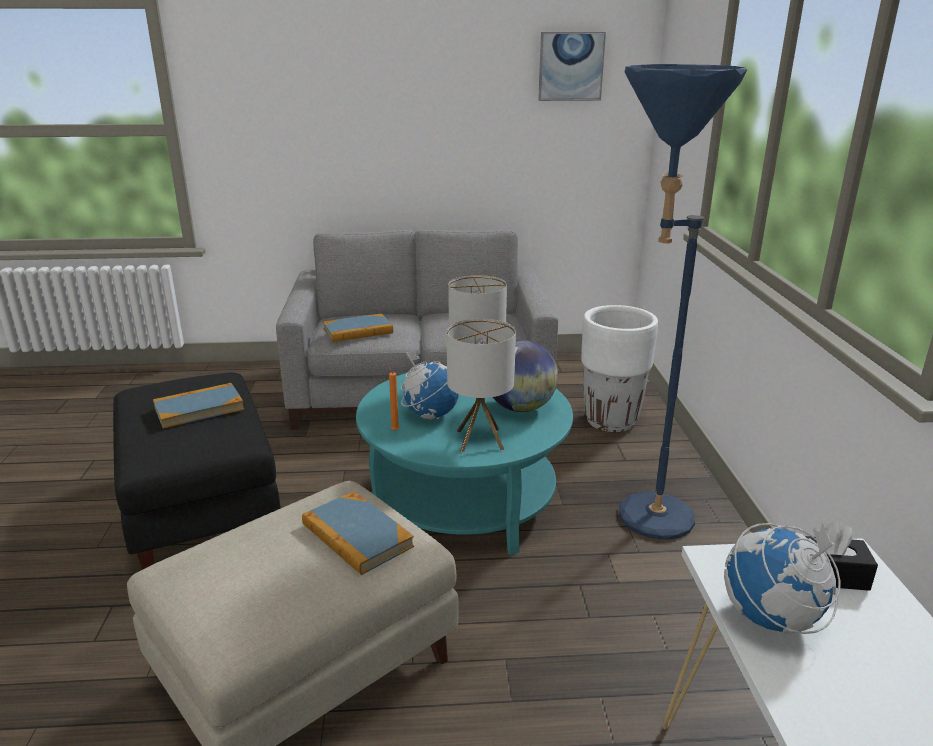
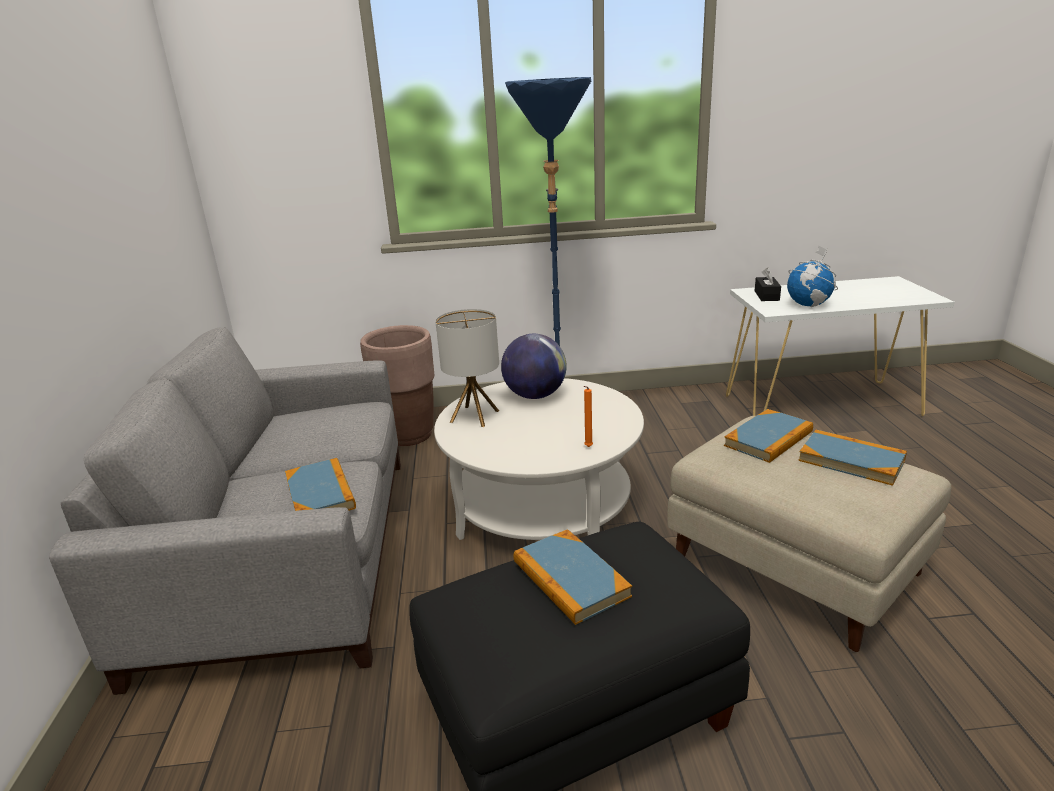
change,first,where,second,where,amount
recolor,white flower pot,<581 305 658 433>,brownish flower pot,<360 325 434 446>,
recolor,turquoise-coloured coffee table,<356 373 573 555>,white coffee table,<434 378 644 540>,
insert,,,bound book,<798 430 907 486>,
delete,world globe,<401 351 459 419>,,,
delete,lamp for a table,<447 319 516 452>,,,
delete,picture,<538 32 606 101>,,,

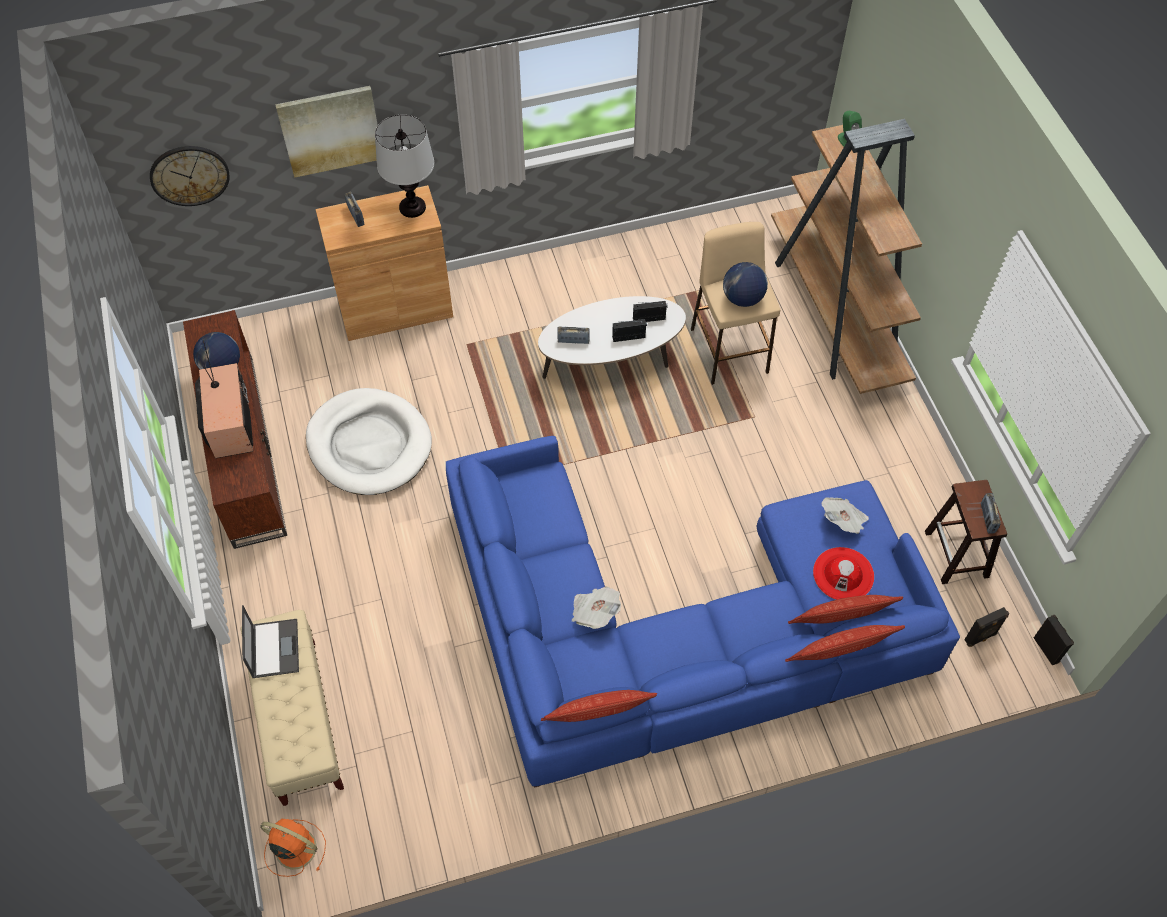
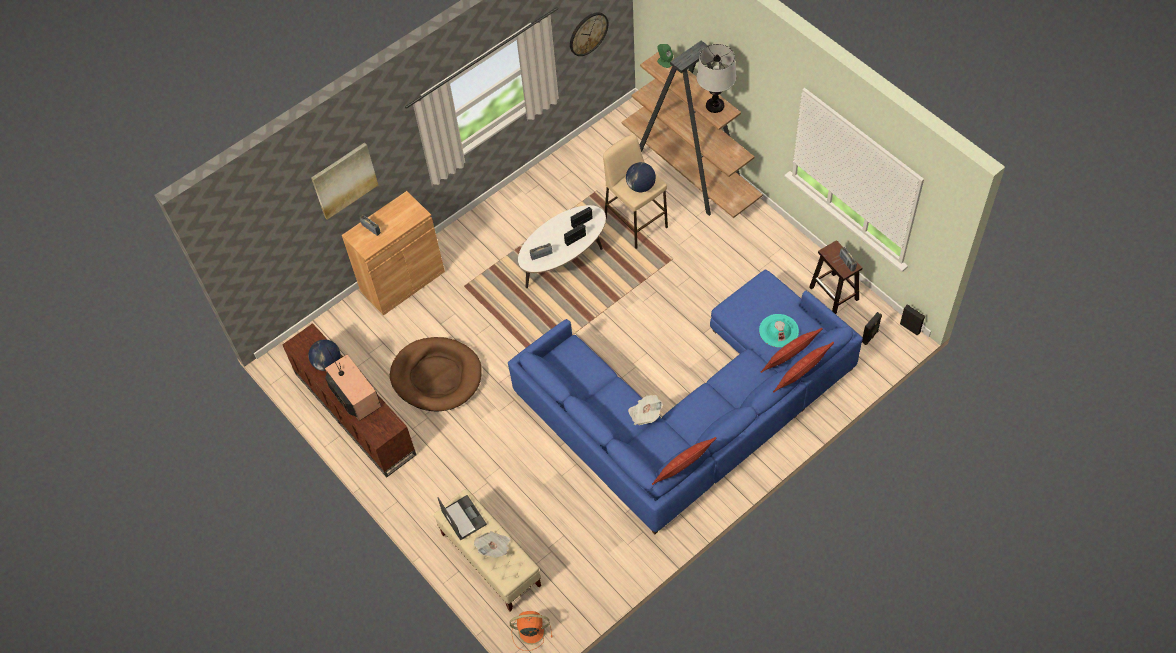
change,first,where,second,where,amount
recolor,white pet bed,<306 388 432 495>,brownish pet bed,<390 337 482 412>,
move,printed paper,<822 497 869 534>,,<474 531 511 558>,
move,clock on the wall,<150 146 230 206>,,<570 12 608 56>,
move,lamp for a table,<375 115 434 218>,,<696 44 736 113>,
recolor,red-coloured wearable hat,<813 547 874 600>,turquoise-coloured wearable hat,<759 314 799 348>,

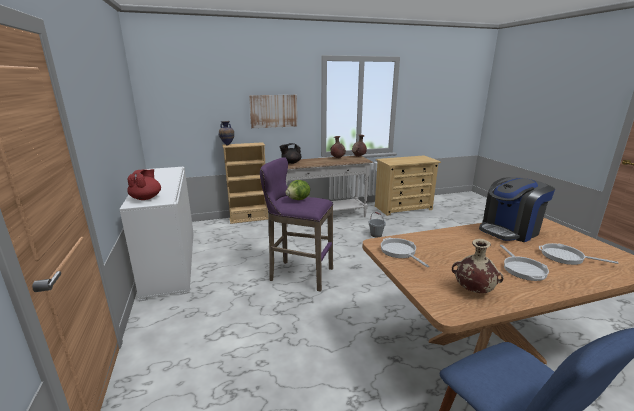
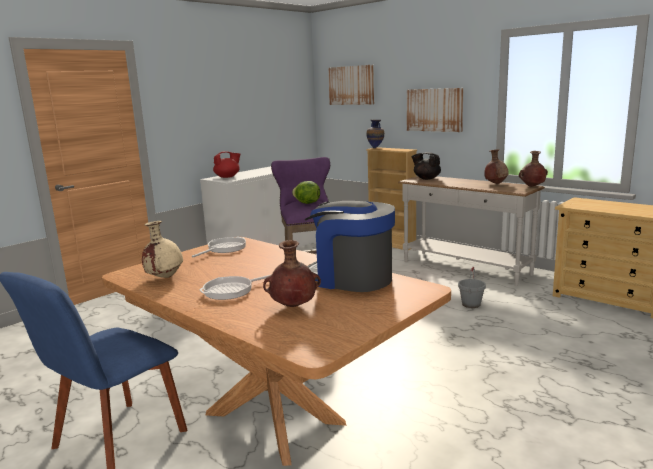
change,first,where,second,where,amount
replace,skillet,<539 243 618 265>,brownish vase,<263 240 321 307>,
insert,,,picture,<328 65 374 105>,

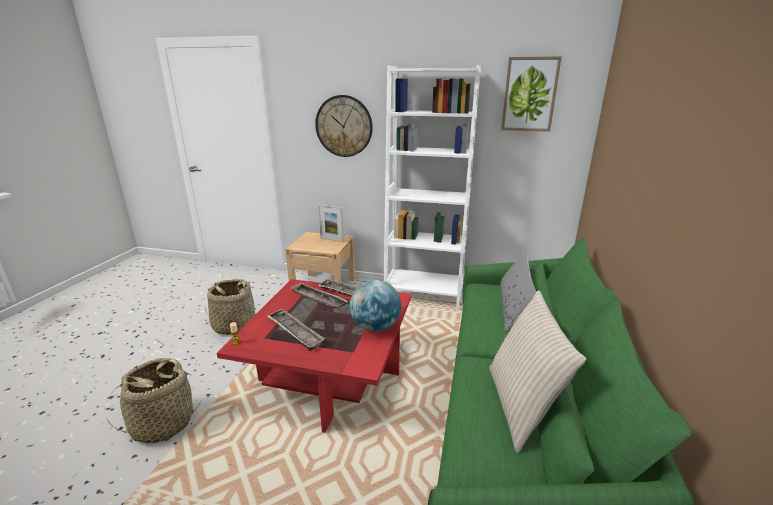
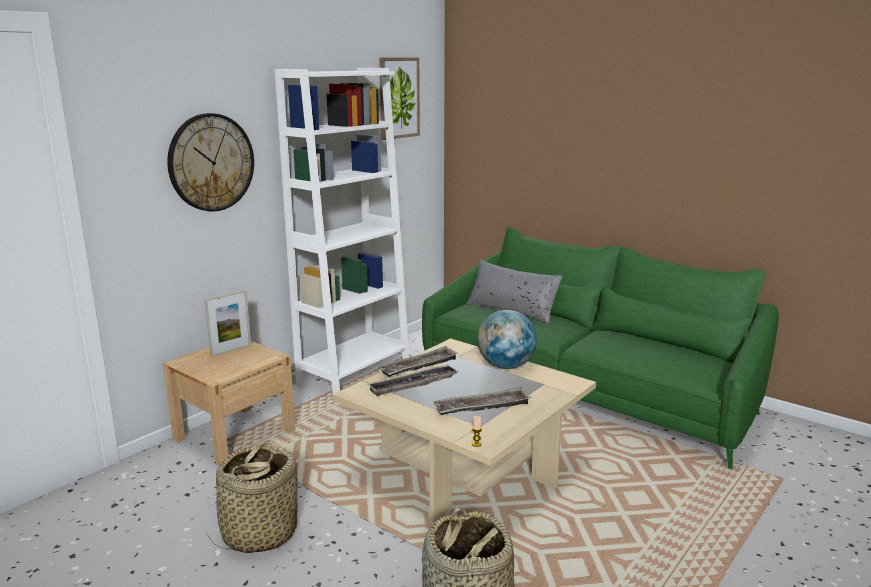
change,first,where,second,where,amount
recolor,red-coloured coffee table,<217 279 411 433>,beige-coloured coffee table,<333 338 596 522>,
delete,beige-coloured throw pillow,<489 290 586 453>,,,

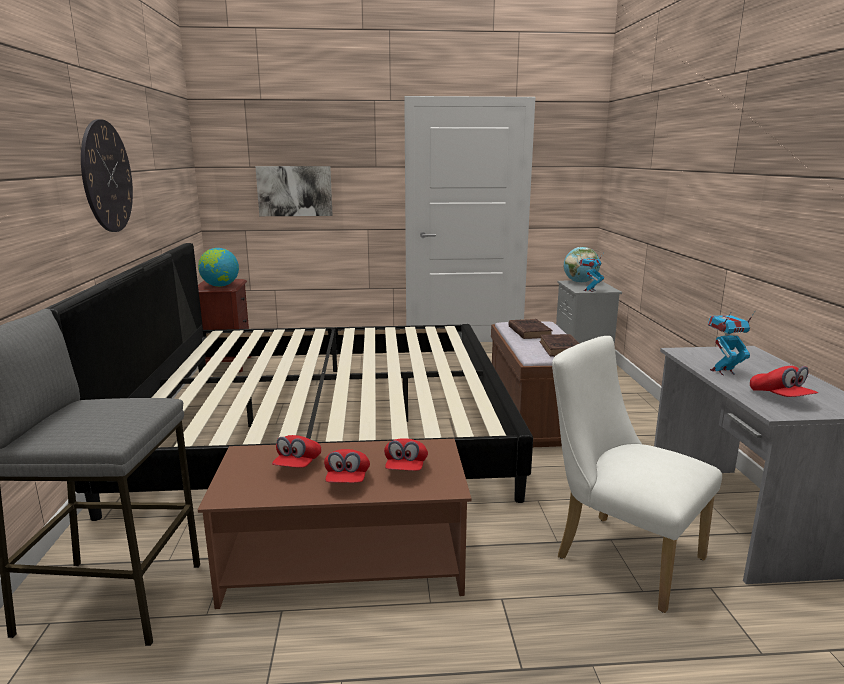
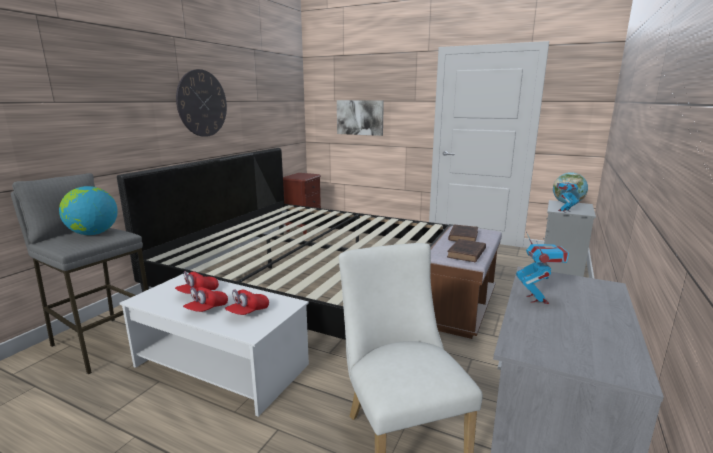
change,first,where,second,where,amount
move,world globe,<198 248 239 287>,,<59 186 118 235>,
recolor,brownish coffee table,<198 439 471 609>,white coffee table,<120 273 309 417>,
rotate,toy robot,<708 310 756 376>,,<516 232 569 304>,75 degrees clockwise
delete,red-coloured cap,<750 366 818 397>,,,

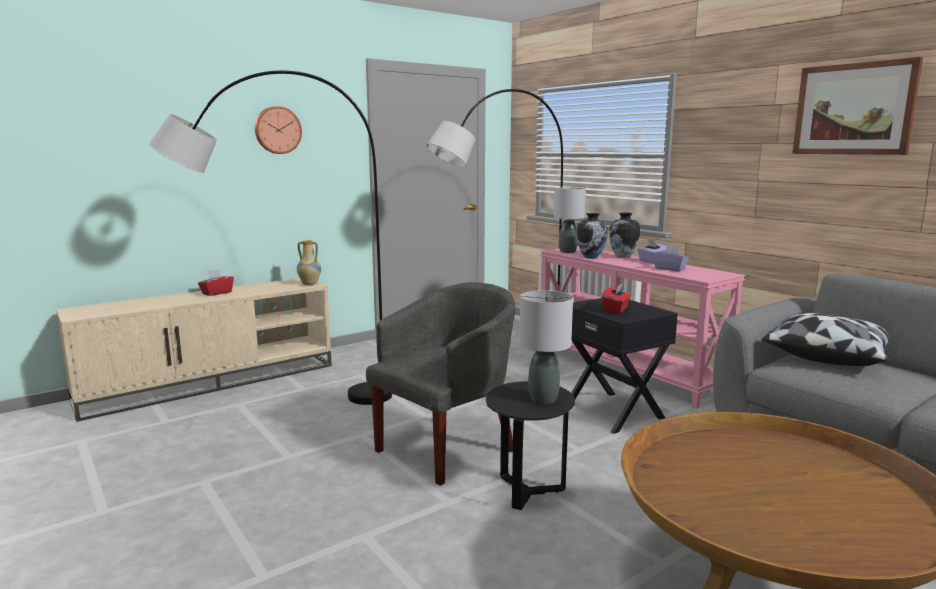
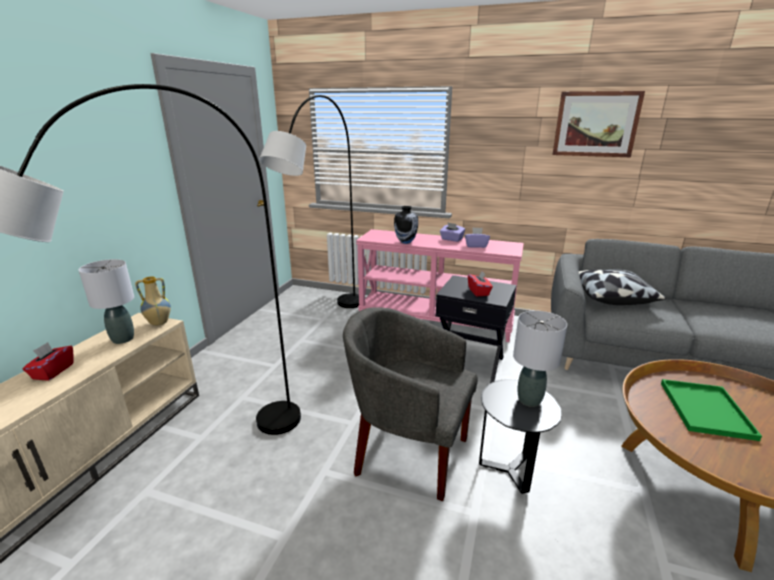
change,first,where,second,where,amount
move,greyish lamp for a table,<554 187 586 253>,,<79 259 134 344>,
rotate,greyish armchair,<366 282 515 486>,,<343 307 478 501>,75 degrees counterclockwise
insert,,,green carrying tray,<661 379 762 441>,
delete,clock on the wall,<255 106 302 154>,,,
delete,vase,<609 212 640 258>,,,

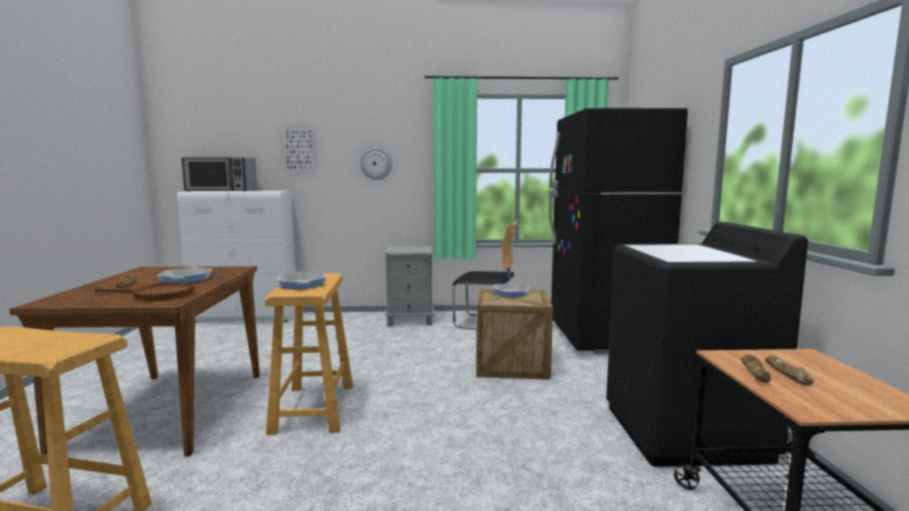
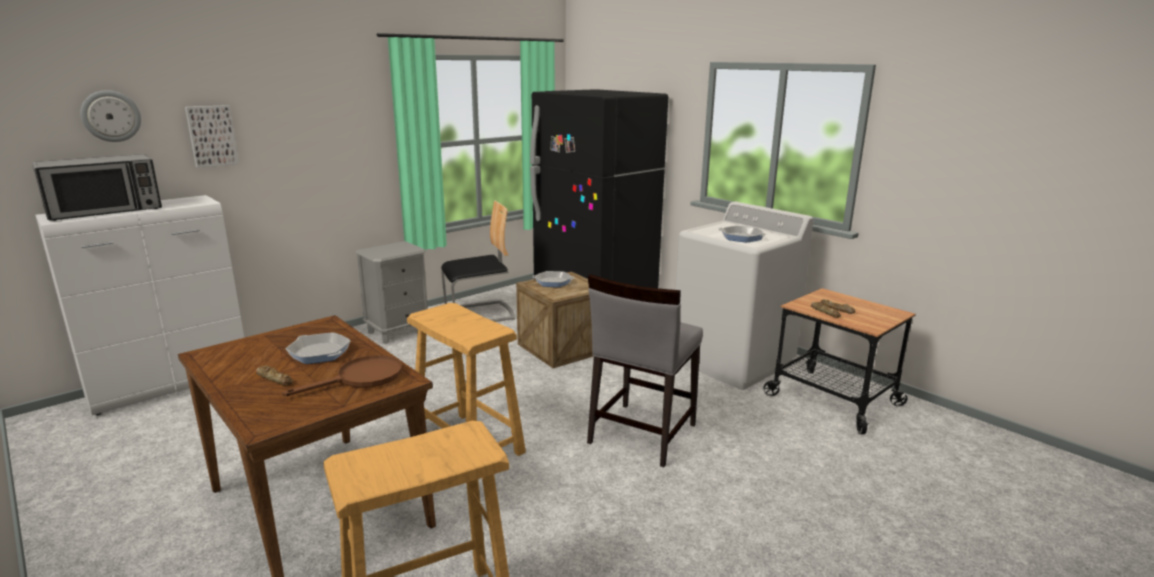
change,first,where,second,where,amount
move,clock on the wall,<360 148 392 180>,,<80 90 141 142>,
insert,,,greyish chair,<587 274 703 467>,
recolor,black-coloured washing machine,<606 222 808 467>,white washing machine,<675 202 814 390>,
move,skillet,<277 272 326 289>,,<718 226 767 242>,

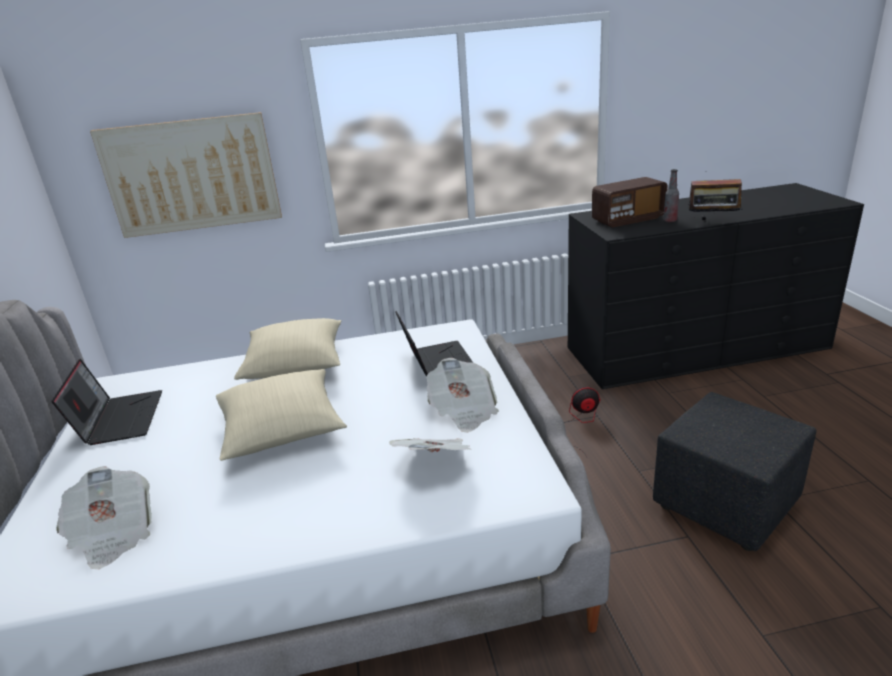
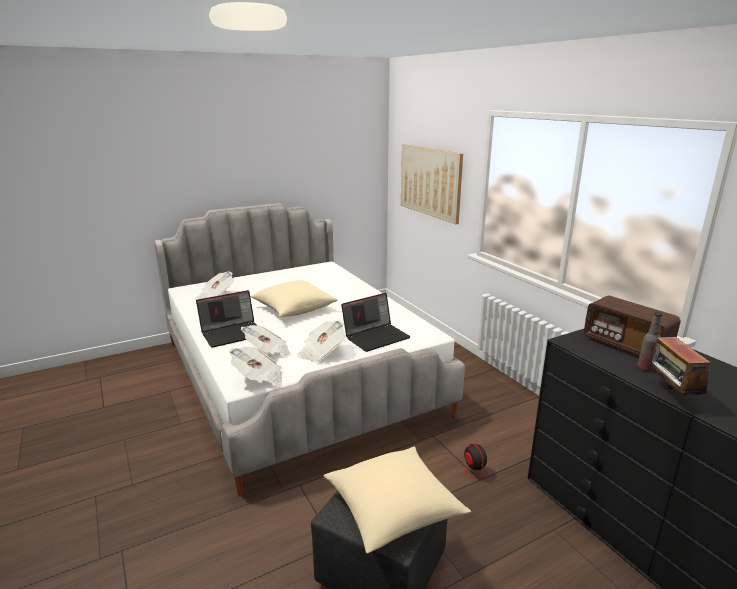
change,first,where,second,where,amount
move,laptop,<52 359 162 445>,,<196 290 257 348>,
insert,,,printed paper,<229 347 282 385>,
move,beige-coloured throw pillow,<234 318 341 380>,,<323 446 471 554>,

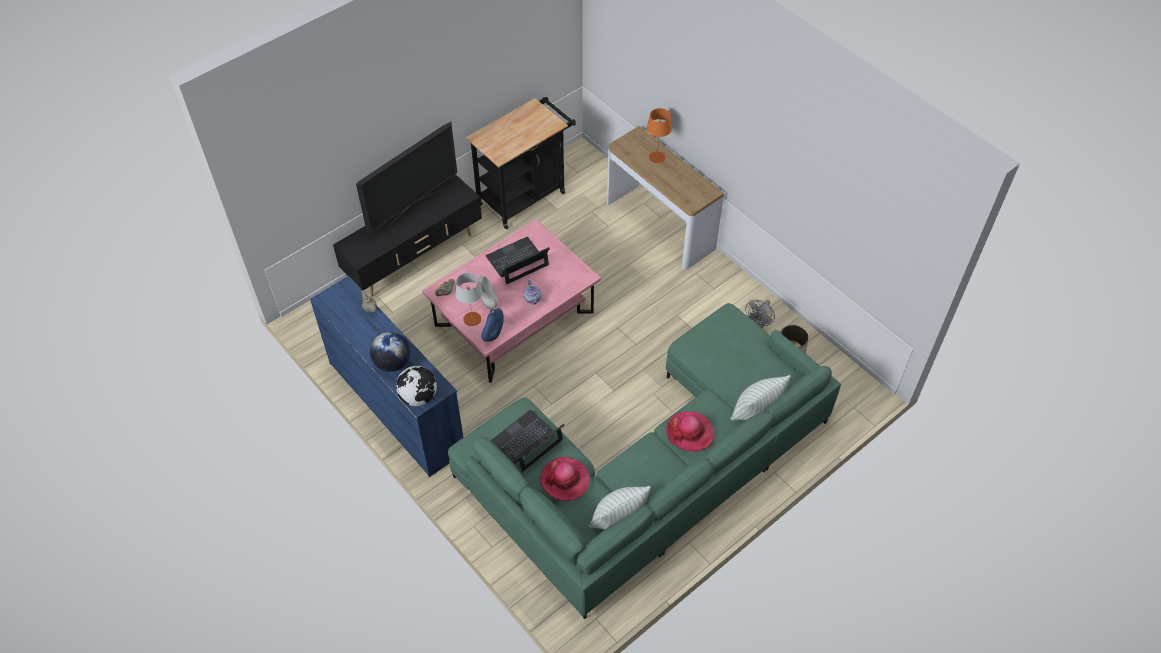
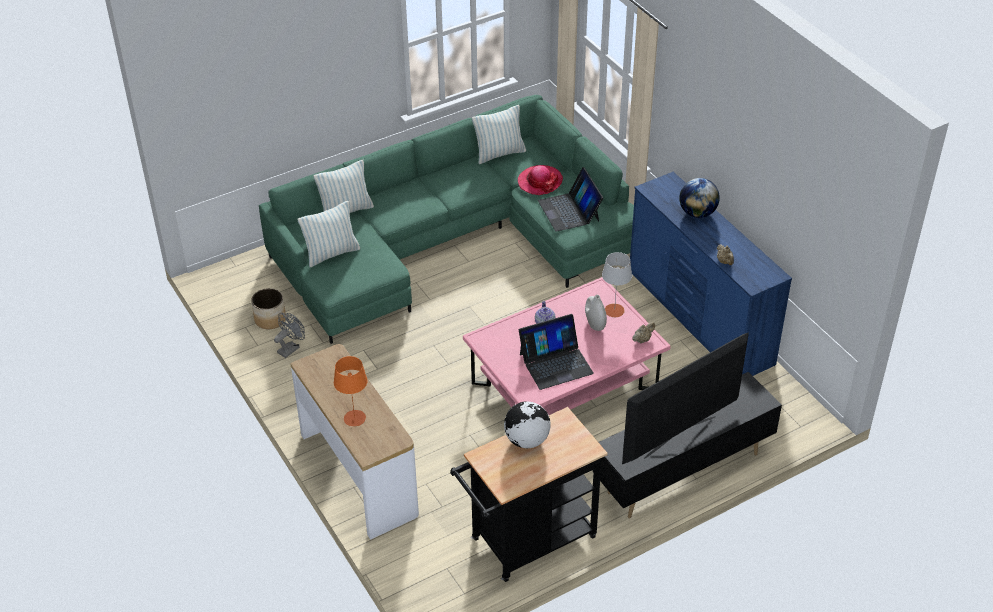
change,first,where,second,where,amount
insert,,,throw pillow,<298 201 360 267>,
move,world globe,<396 366 437 406>,,<504 401 551 448>,
rotate,laptop,<491 410 564 472>,,<538 167 603 232>,105 degrees clockwise
delete,blue vase,<482 308 504 342>,,,
delete,wearable hat,<666 411 714 451>,,,

